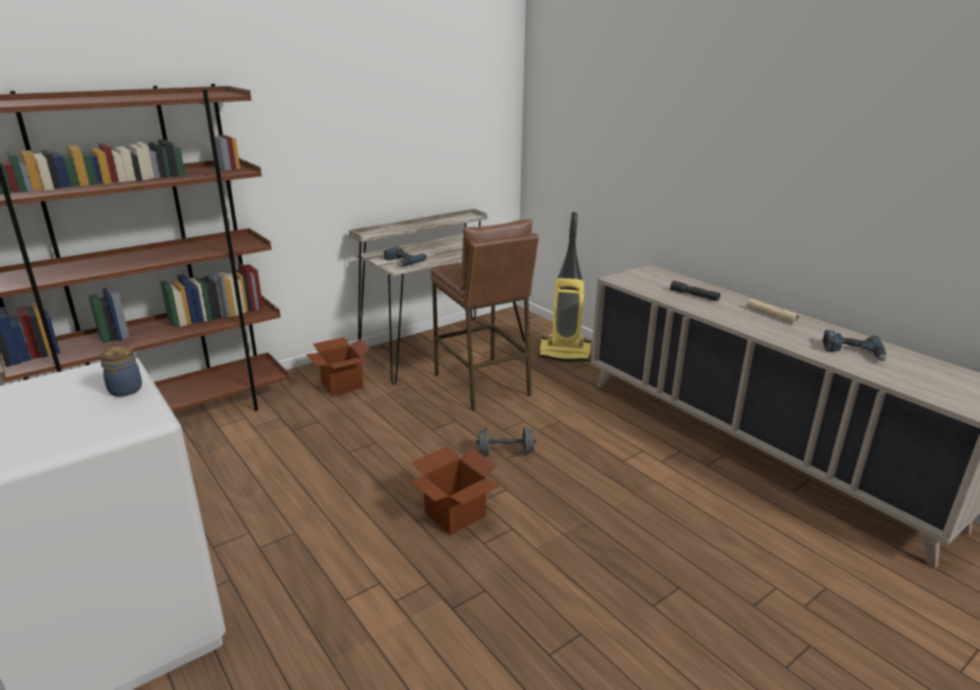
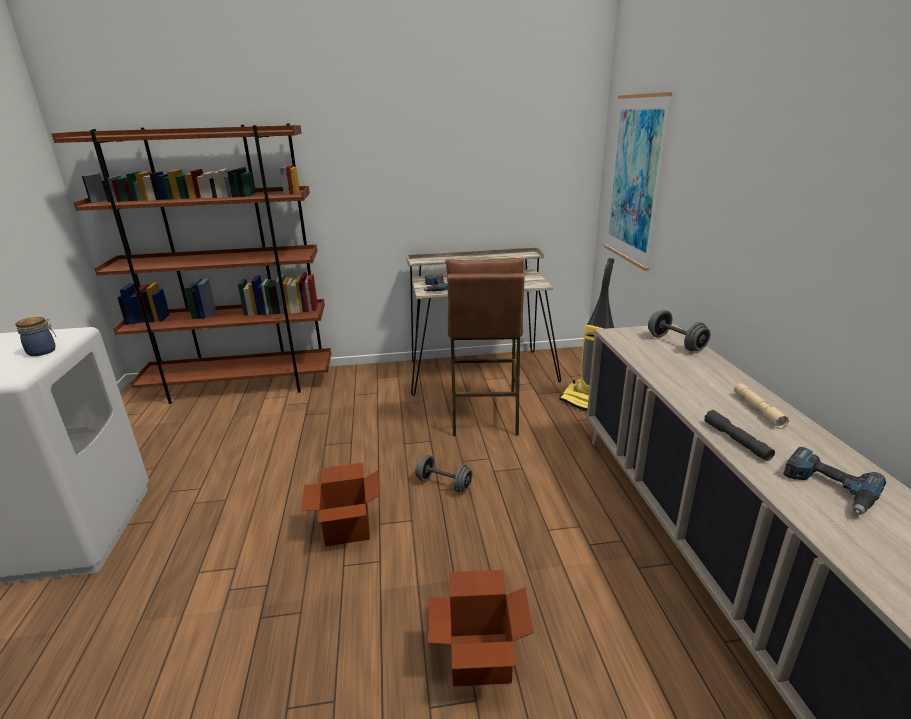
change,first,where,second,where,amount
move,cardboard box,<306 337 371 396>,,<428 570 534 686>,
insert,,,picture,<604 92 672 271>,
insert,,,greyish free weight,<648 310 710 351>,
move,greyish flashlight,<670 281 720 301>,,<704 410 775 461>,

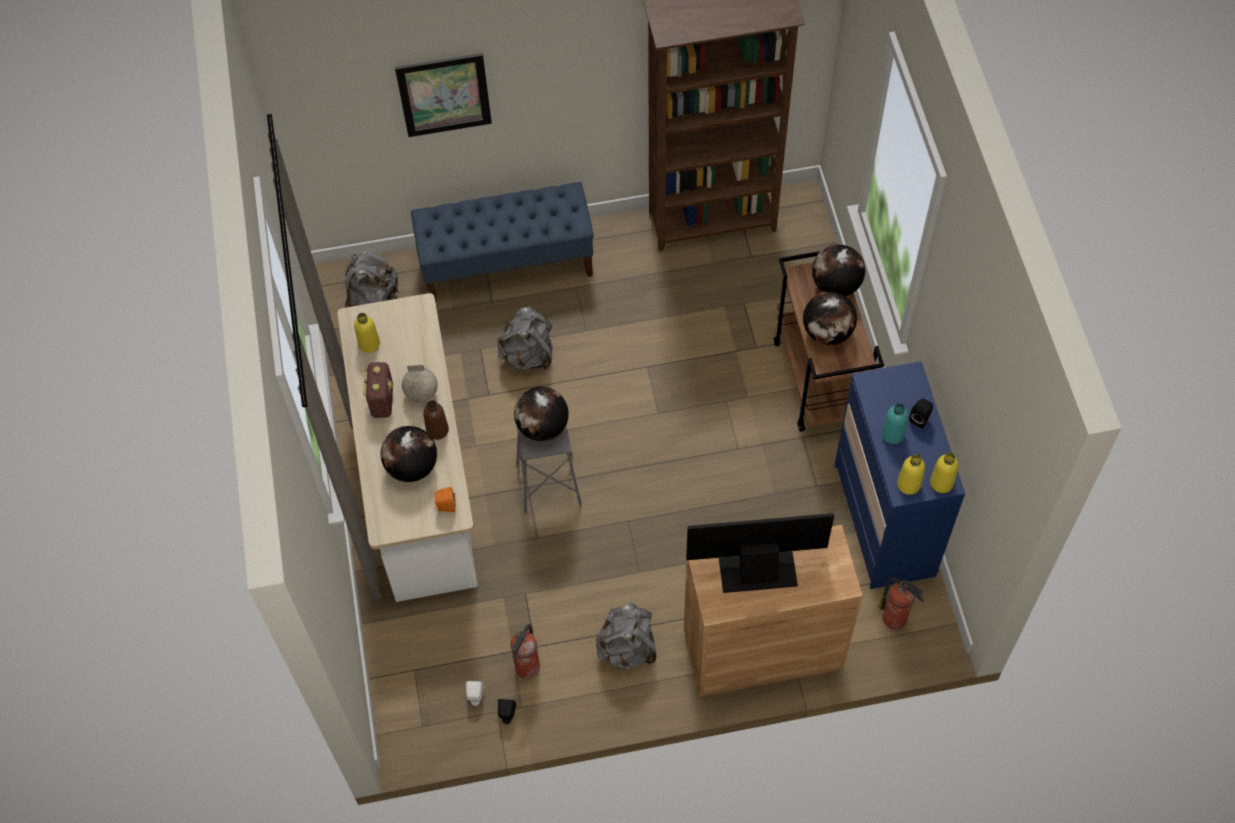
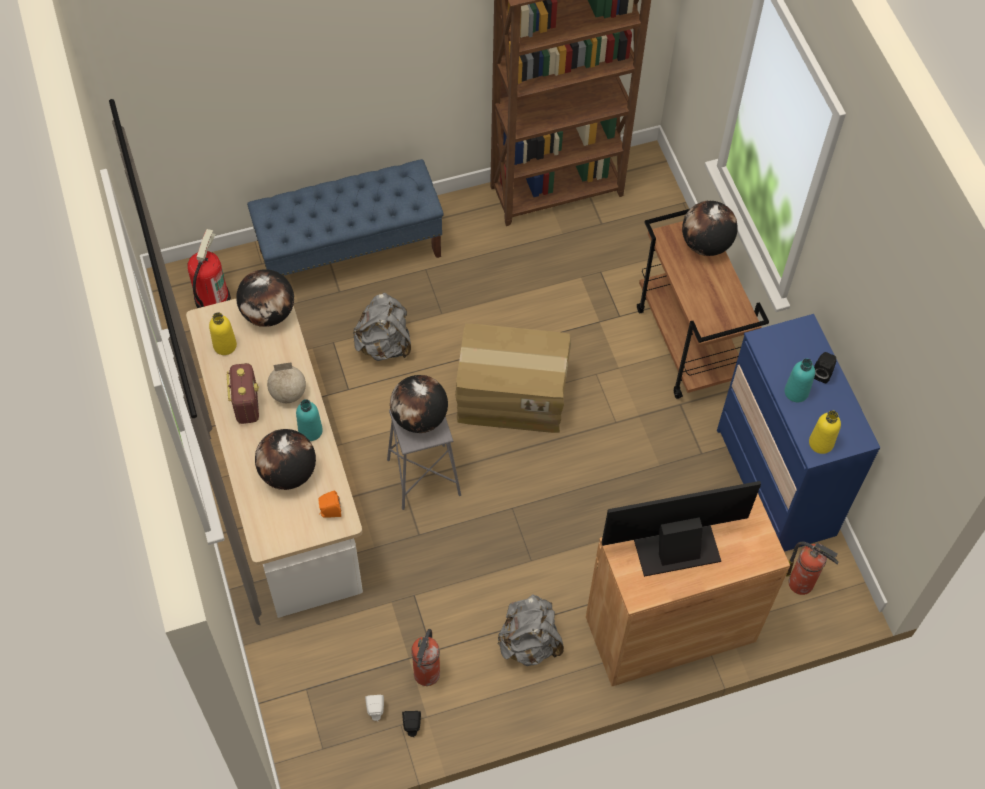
change,first,where,second,where,amount
replace,greyish rucksack,<345 251 400 308>,fire extinguisher,<187 229 231 308>,
move,world globe,<803 292 857 345>,,<236 269 294 327>,
recolor,brownish drink bottle,<423 400 449 440>,turquoise-coloured drink bottle,<296 399 323 441>,
insert,,,cardboard box,<455 324 571 433>,
delete,picture,<395 53 492 137>,,,
delete,yellow drink bottle,<930 452 959 493>,,,

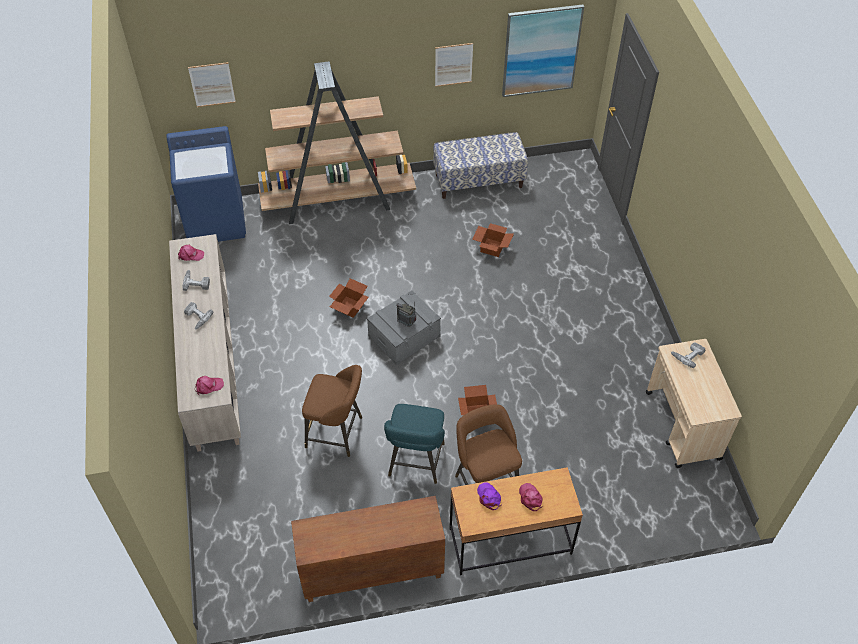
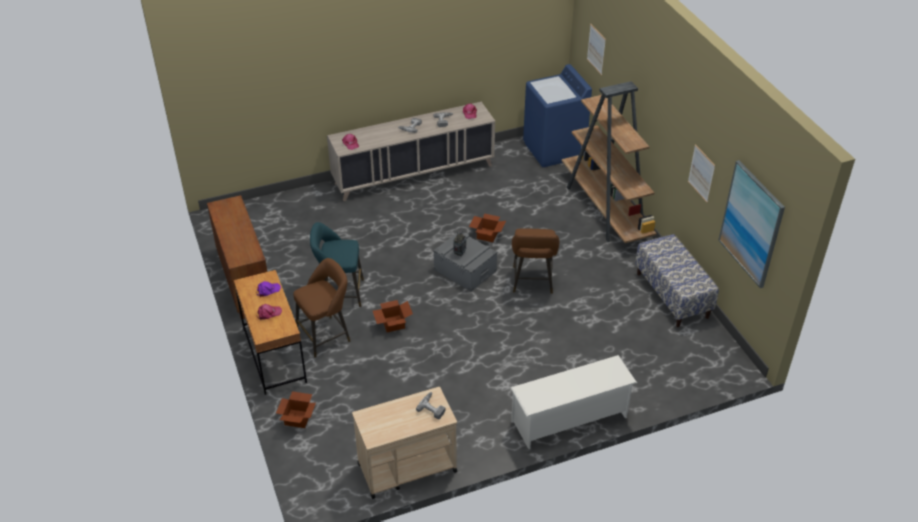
change,first,where,second,where,amount
move,cardboard box,<472 223 514 257>,,<276 391 316 428>,
insert,,,white shoe shelf,<511 355 637 449>,
move,brownish stool,<302 365 362 457>,,<512 228 560 294>,

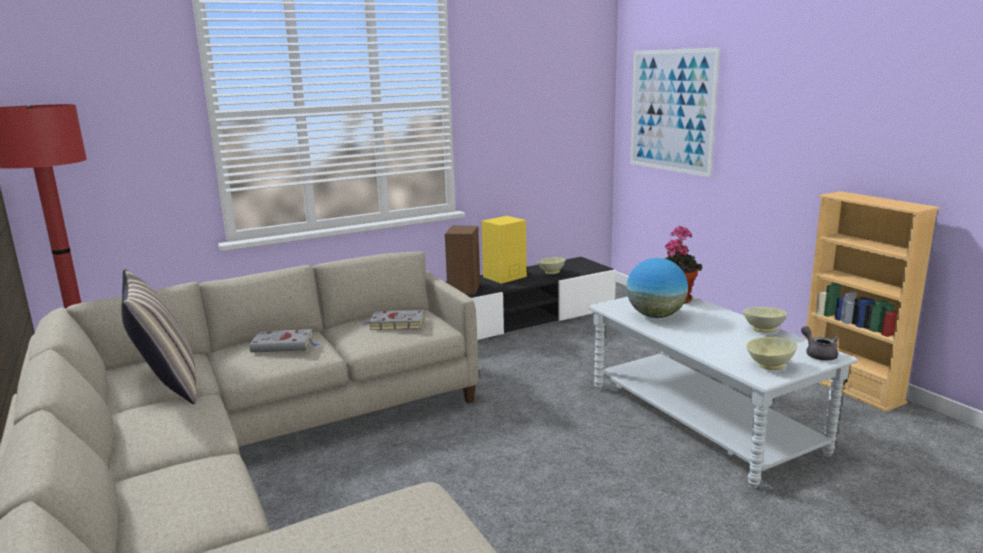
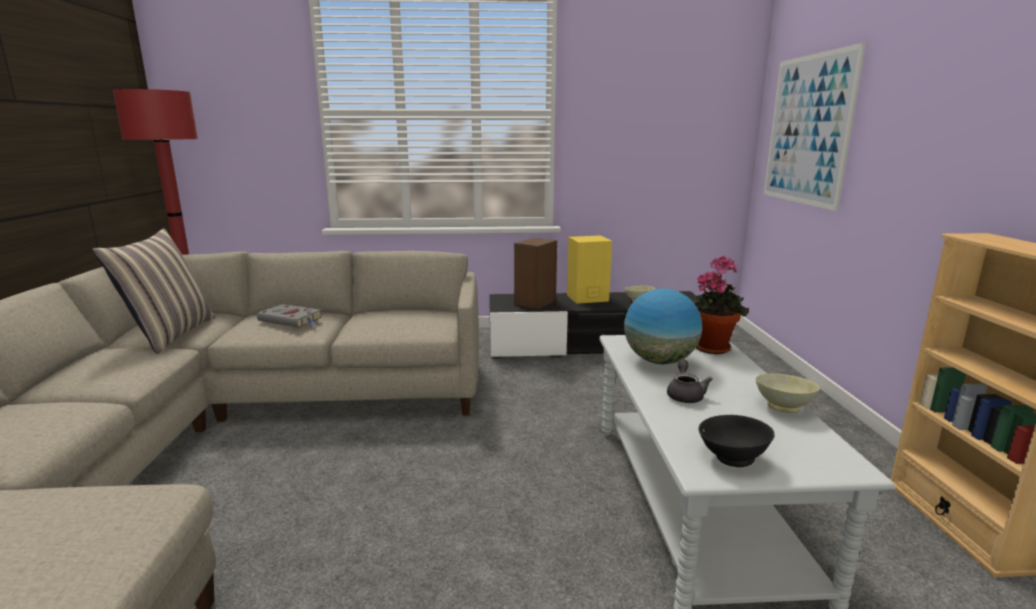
change,first,where,second,where,amount
move,greyish teapot,<801 326 838 361>,,<667 359 713 403>,
recolor,beige-coloured deep dish,<746 337 797 370>,black-coloured deep dish,<699 415 774 467>,
delete,greyish bound book,<364 310 425 330>,,,

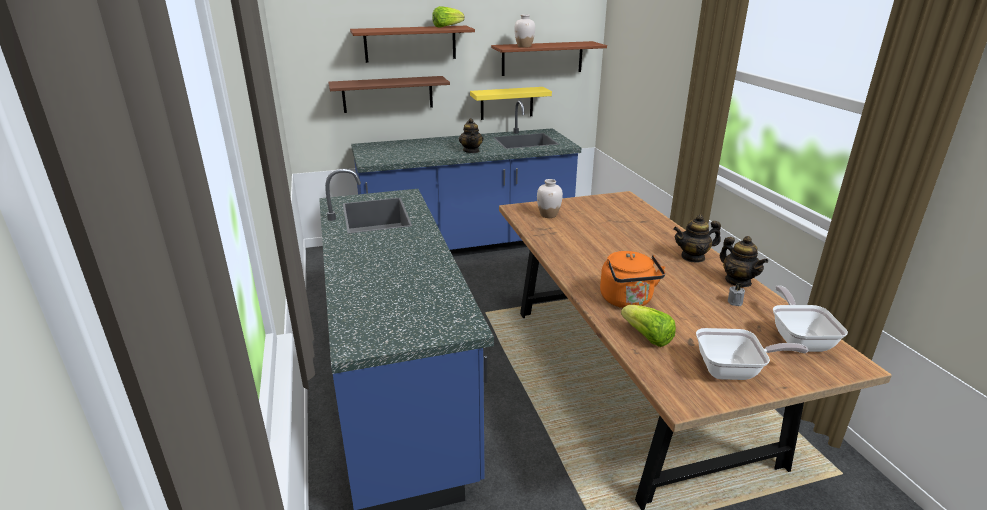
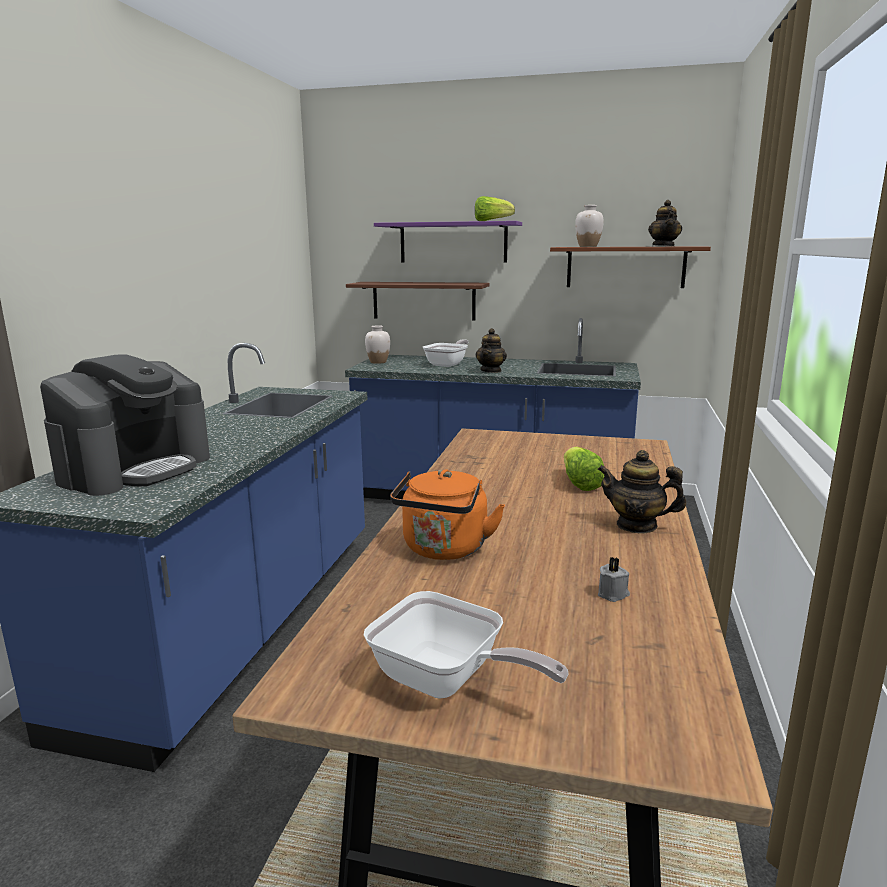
change,first,where,second,where,amount
insert,,,coffee maker,<40 355 210 496>,
move,white vase,<537 179 563 218>,,<365 325 390 364>,
recolor,brownish wall shelf,<350 26 475 63>,purple wall shelf,<374 221 522 262>,
move,skillet,<773 286 848 352>,,<423 339 469 367>,
move,lettuce head,<621 305 676 347>,,<564 446 604 491>,
move,teapot,<720 236 768 287>,,<648 200 682 246>,
delete,yellow wall shelf,<470 87 552 120>,,,

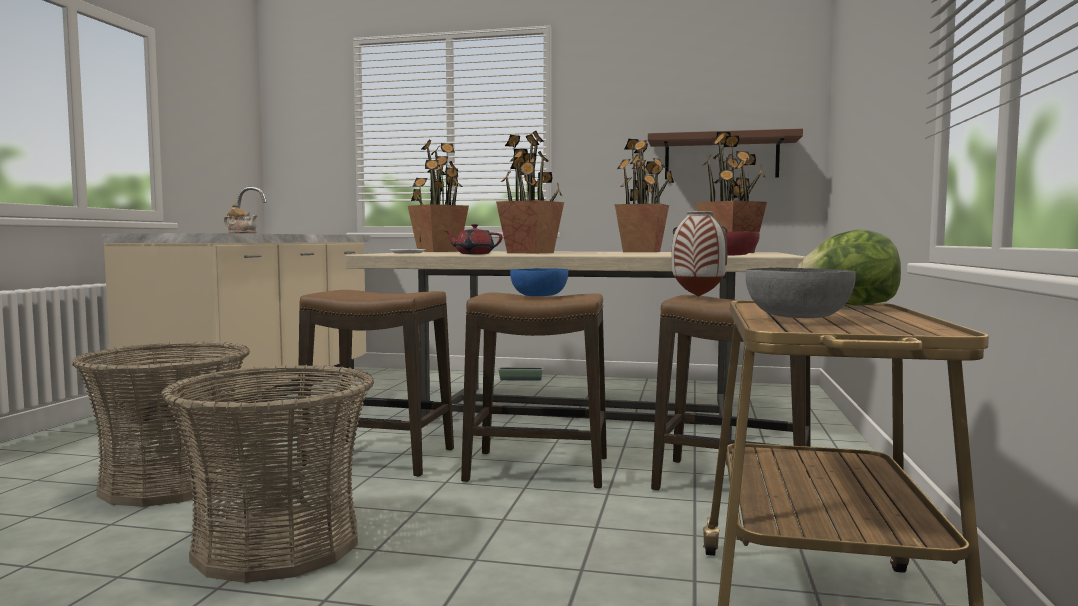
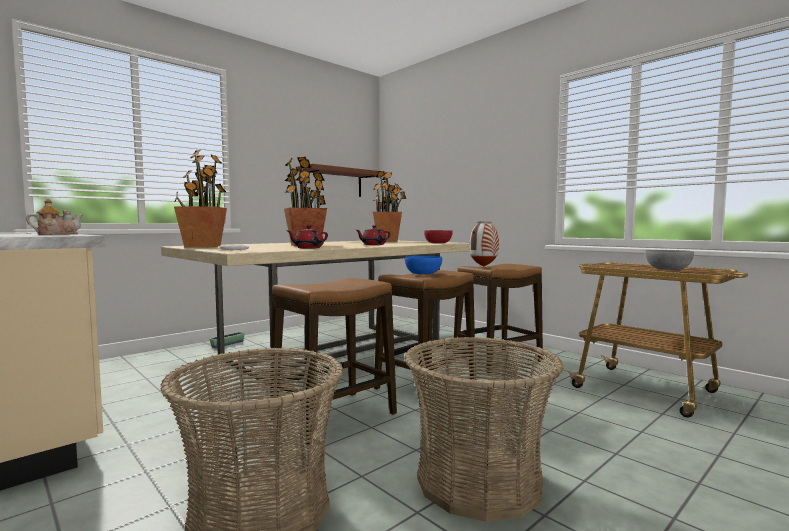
change,first,where,second,where,amount
insert,,,red-coloured teapot,<356 225 391 245>,
delete,houseplant,<615 139 674 252>,,,
delete,lettuce head,<798 230 901 306>,,,

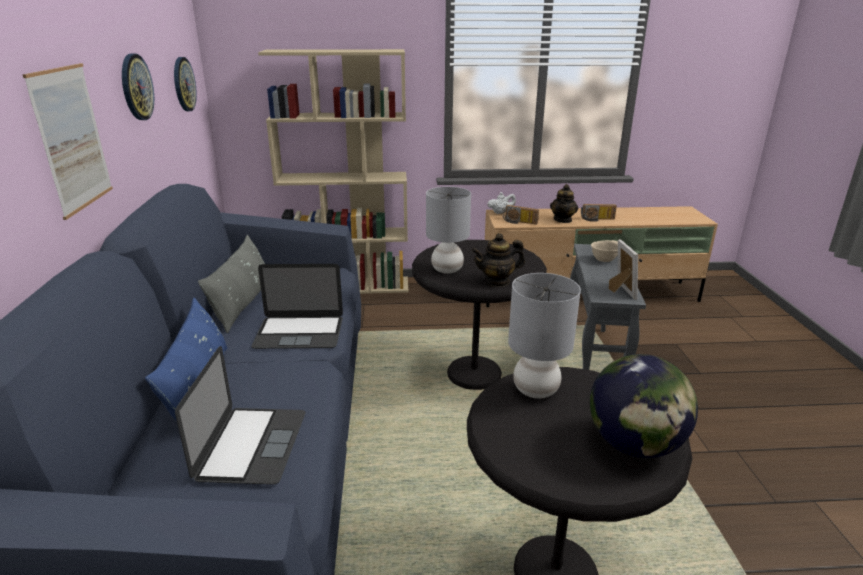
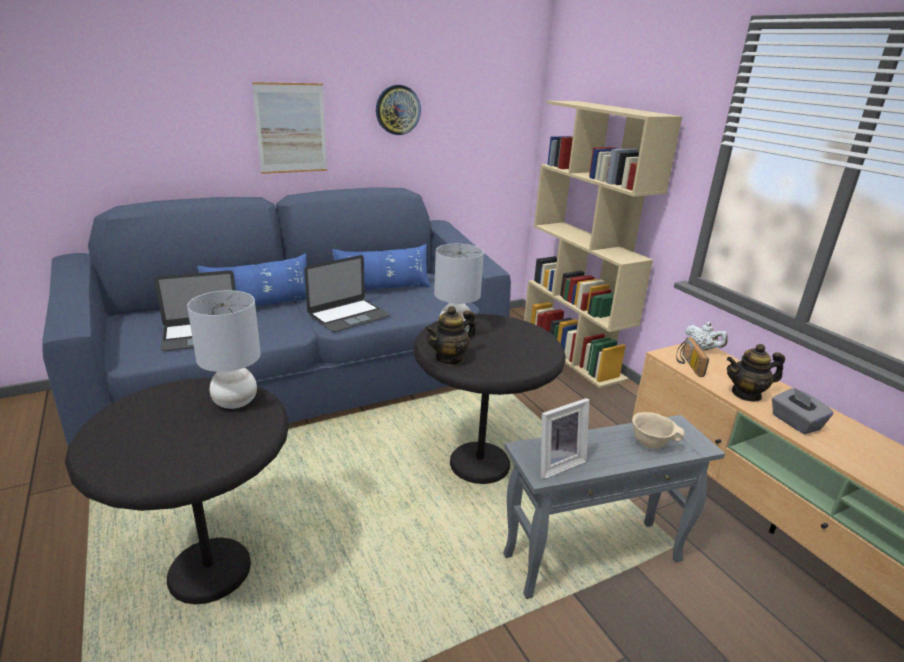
change,first,where,second,where,amount
rotate,laptop,<251 264 343 349>,,<304 255 390 332>,105 degrees counterclockwise
recolor,greyish throw pillow,<198 235 265 333>,blue throw pillow,<332 244 431 290>,
rotate,teapot,<472 233 525 287>,,<425 306 476 366>,90 degrees counterclockwise
replace,radio,<581 204 617 222>,greyish tissue holder,<772 387 833 434>,
delete,clock on the wall,<174 57 197 111>,,,
delete,world globe,<590 354 698 458>,,,

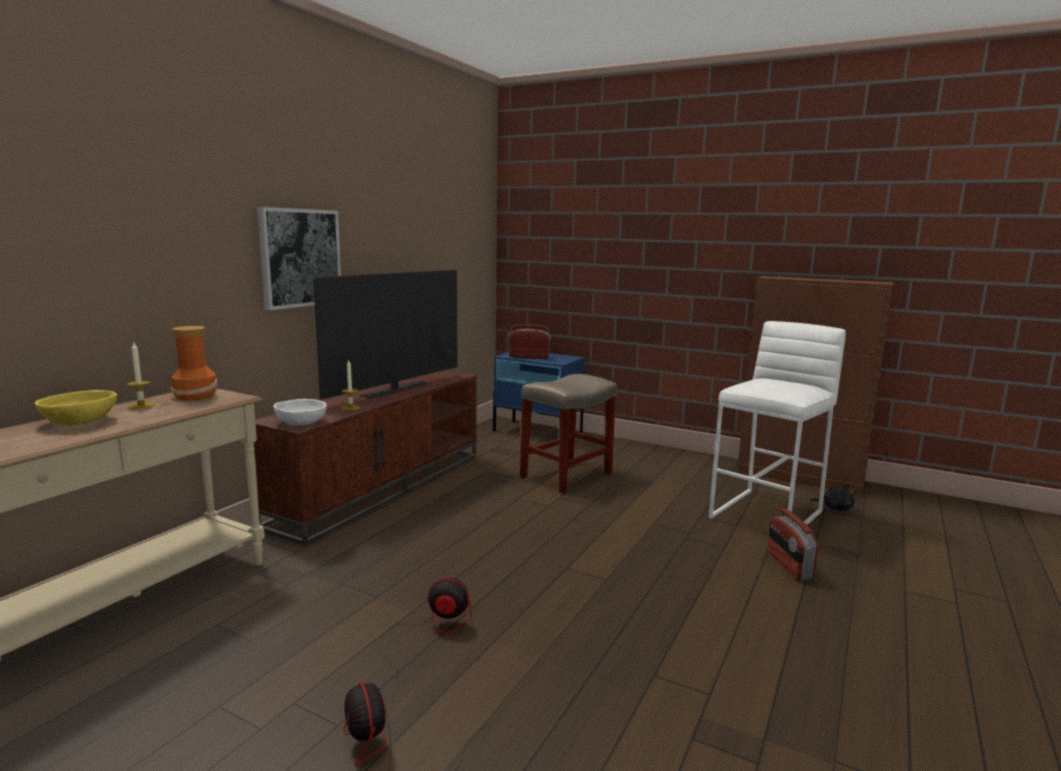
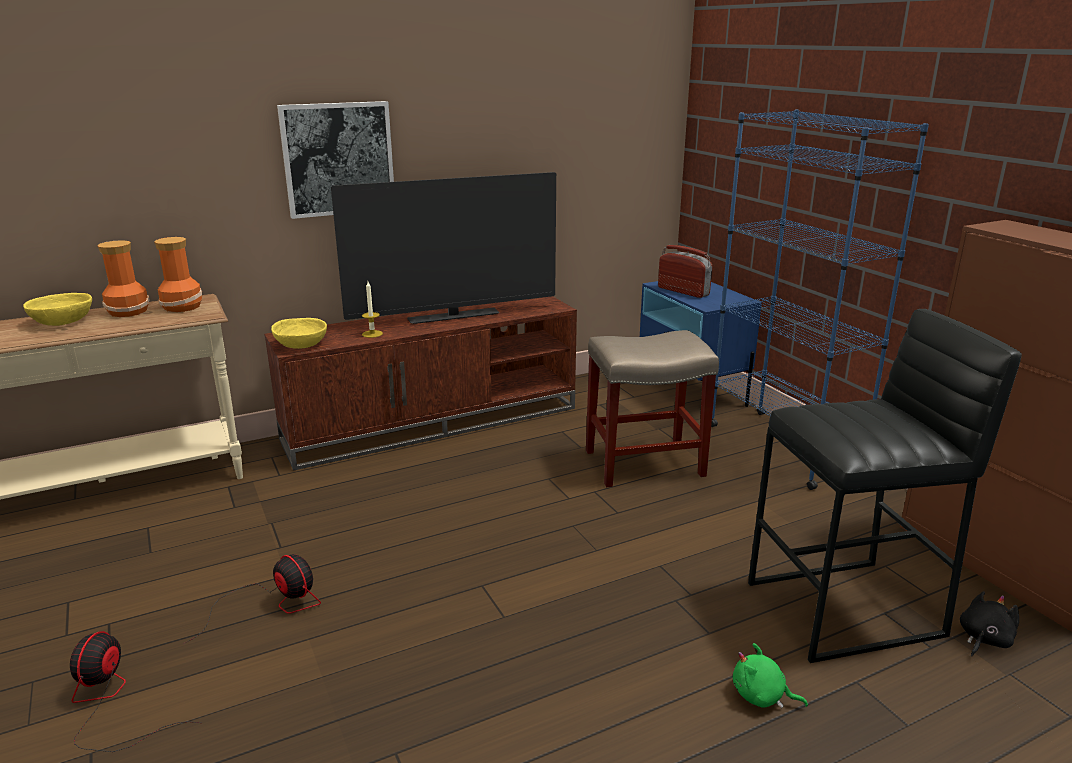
change,first,where,second,where,amount
replace,candle,<127 343 155 409>,vase,<97 240 150 317>,
recolor,white deep dish,<274 399 327 425>,yellow deep dish,<271 318 327 349>,
insert,,,blue bookshelf,<711 110 929 490>,
replace,radio,<767 508 819 580>,green plush toy,<733 643 808 708>,
recolor,white stool,<709 321 846 525>,black-coloured stool,<748 309 1022 663>,
rotate,black-coloured plush toy,<810 484 855 510>,,<960 591 1019 656>,105 degrees counterclockwise

